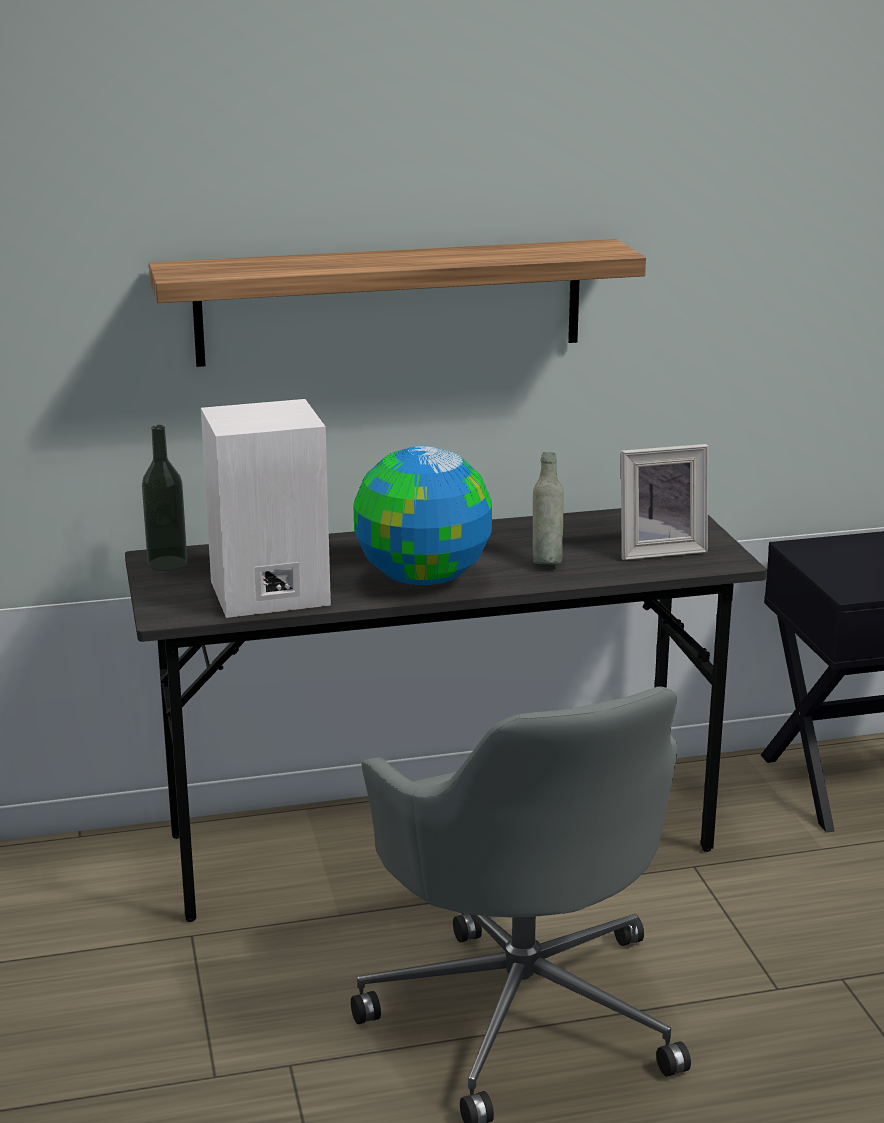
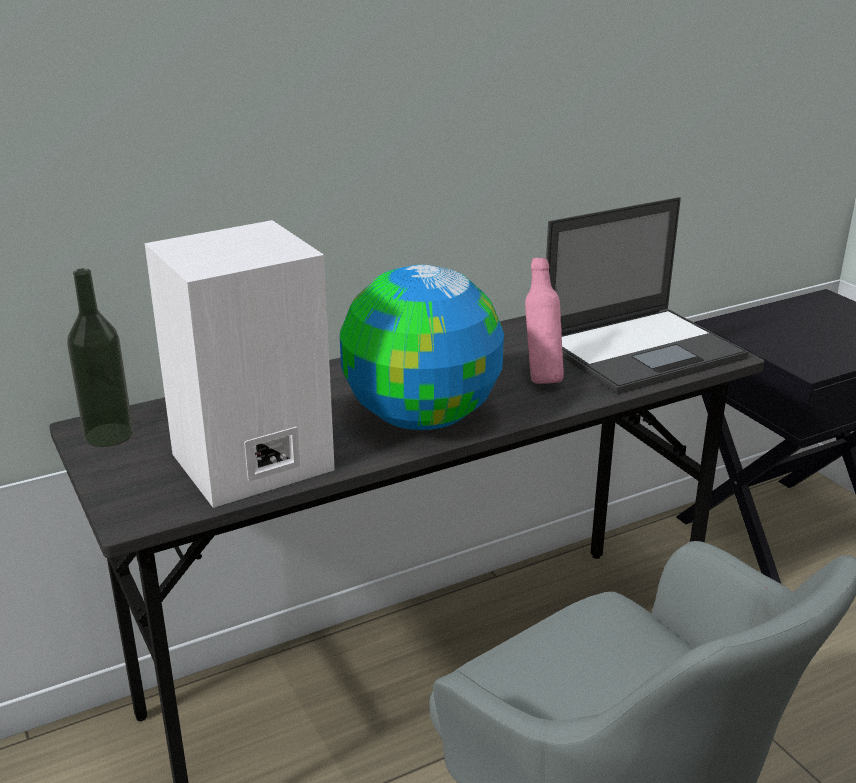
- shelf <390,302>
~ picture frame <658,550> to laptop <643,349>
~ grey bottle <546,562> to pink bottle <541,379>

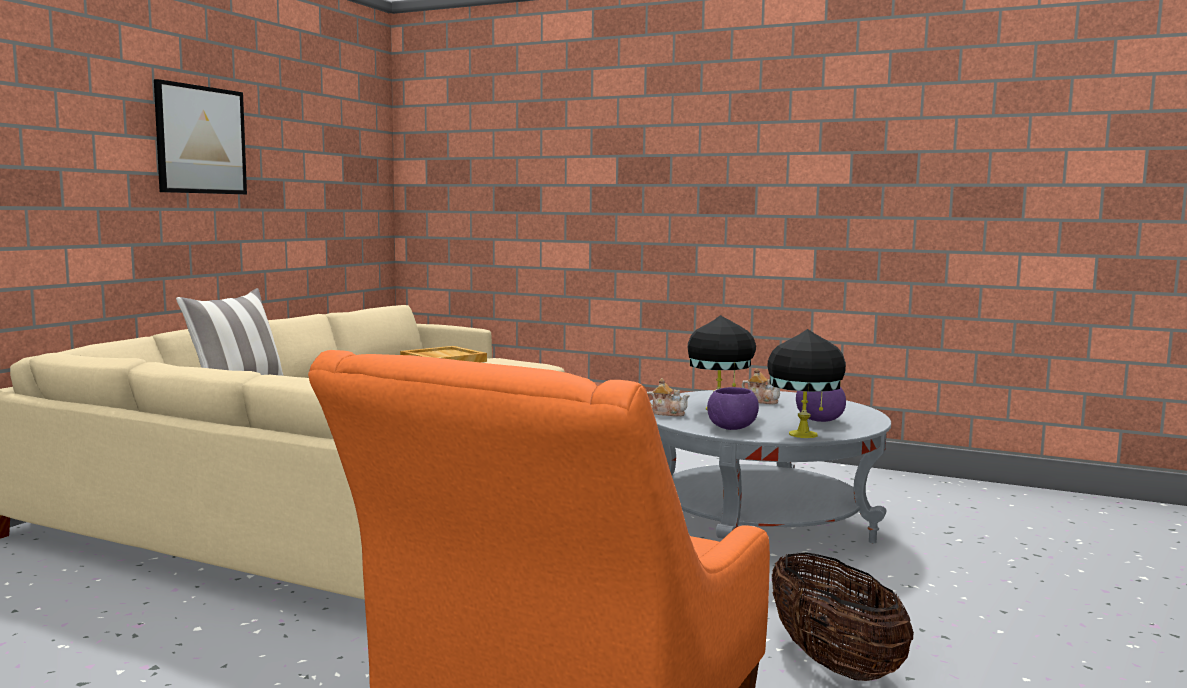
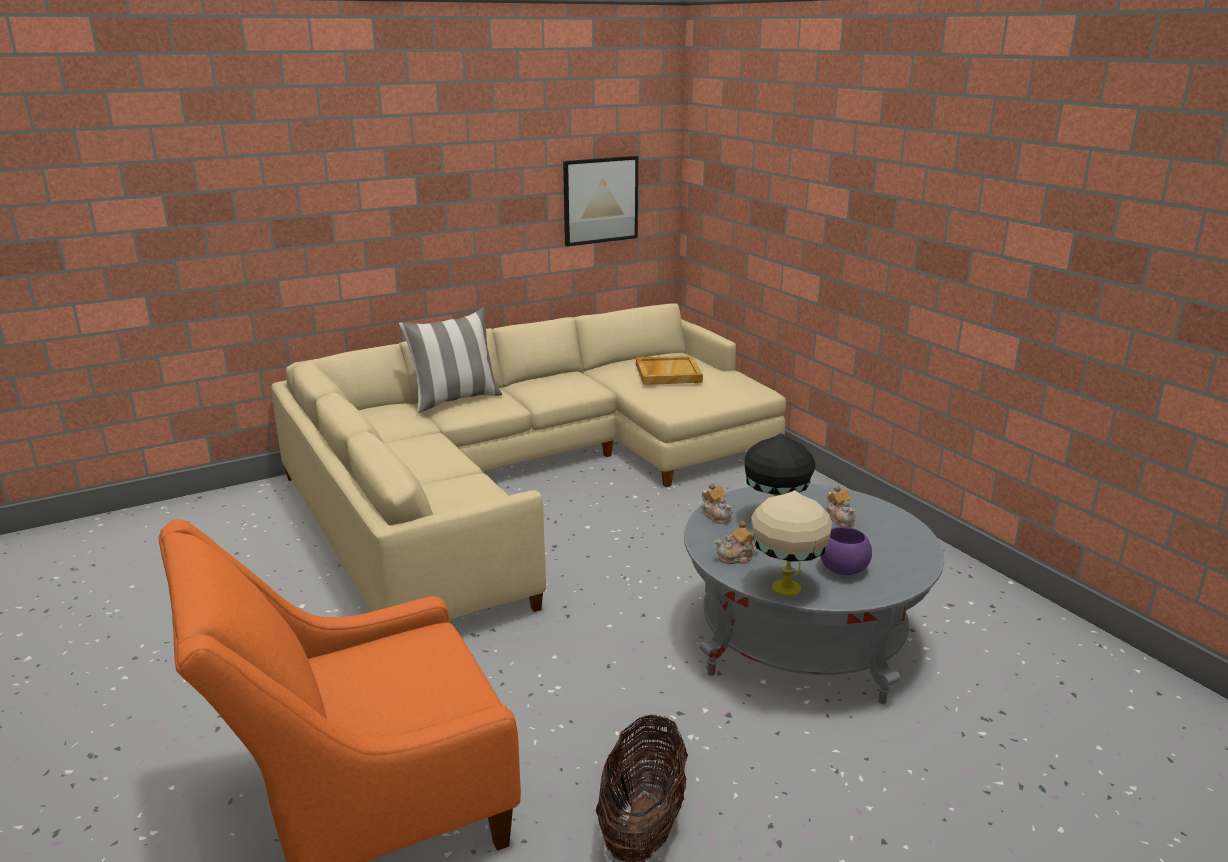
~ picture <200,140> to <600,200>
~ black table lamp <803,435> to beige table lamp <785,589>
~ purple bowl <733,428> to teapot <737,558>

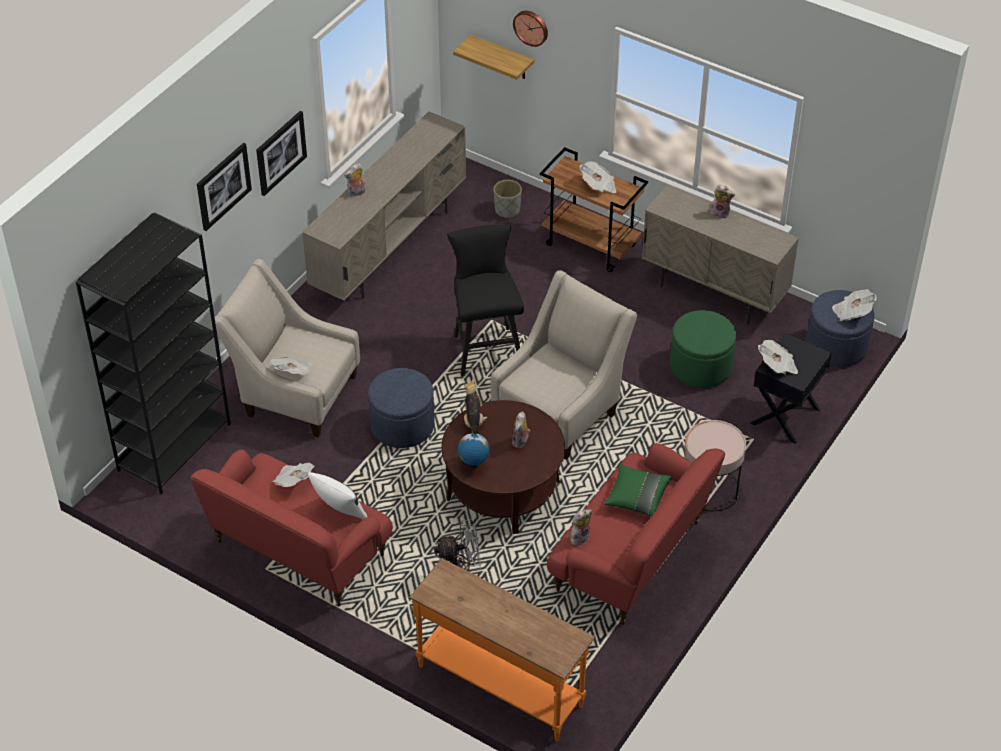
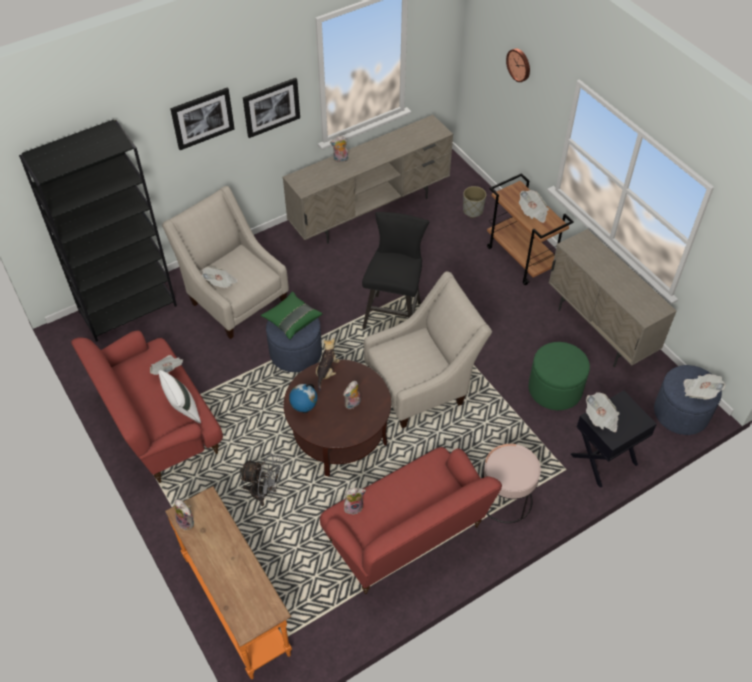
- shelf <502,58>
~ plush toy <720,213> to <187,521>
~ green pillow <637,498> to <292,320>

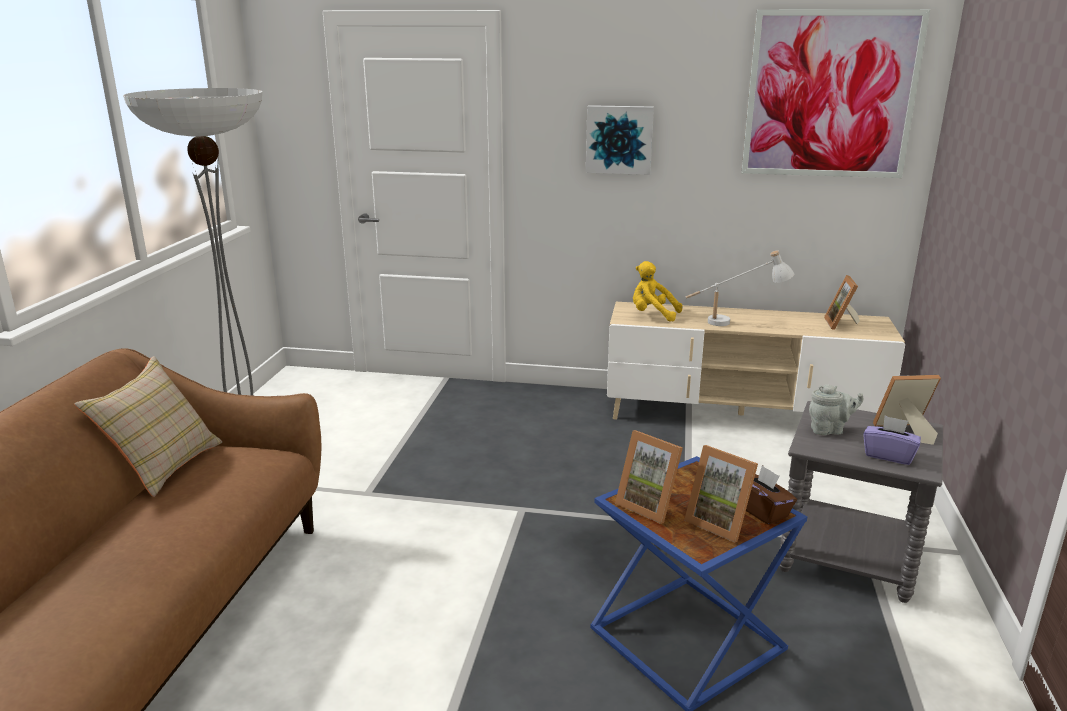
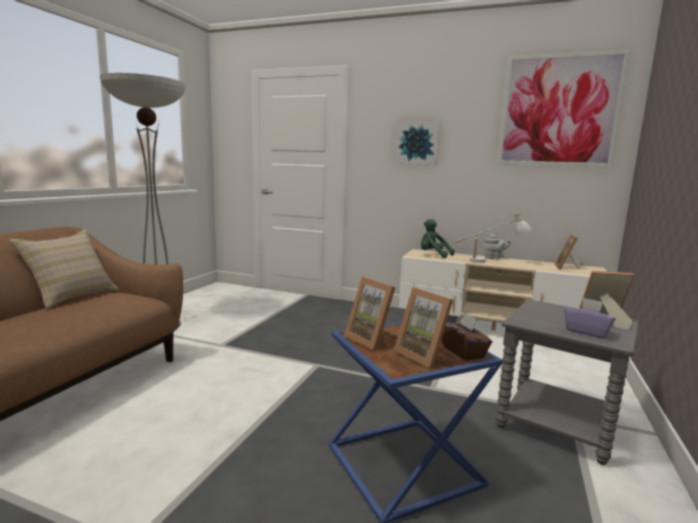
~ yellow plush toy <652,315> to green plush toy <433,255>
~ grey teapot <829,430> to <493,258>

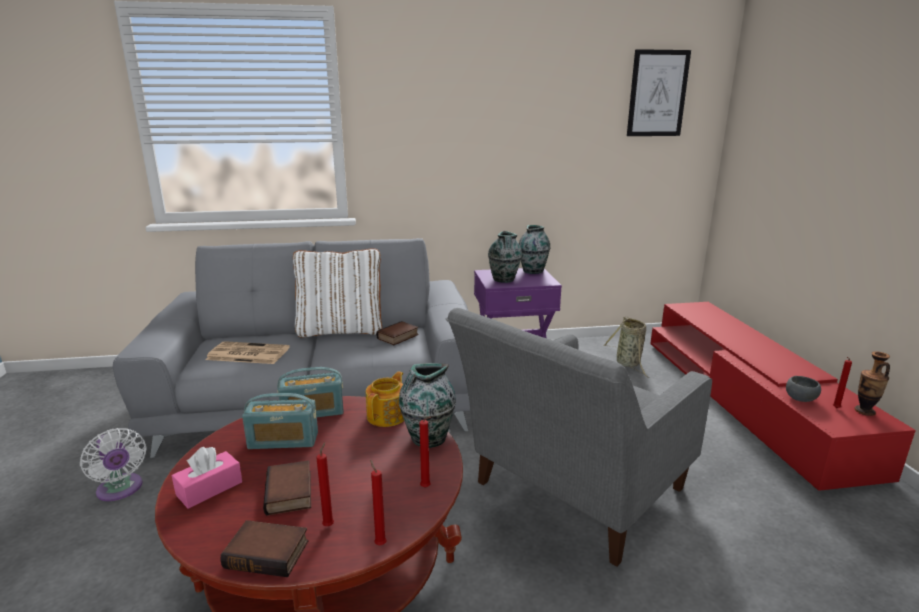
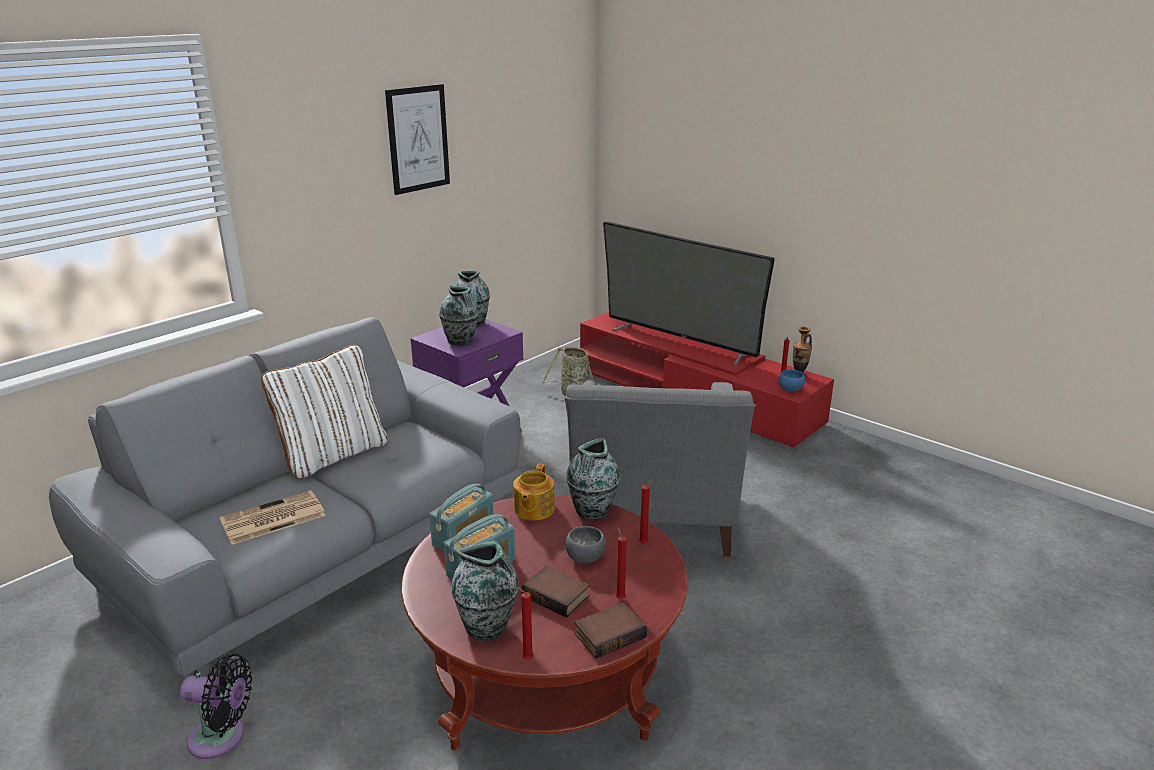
~ picture <657,94> to <418,139>
- book <398,337>
~ teapot <388,415> = <533,509> 150 degrees counterclockwise
~ grey bowl <801,399> to <586,557>
~ white fan <121,490> to black fan <222,738>
~ pink tissue box <209,488> to vase <487,627>
~ red candle <379,543> to <526,658>
+ television <679,341>
+ blue bowl <791,389>

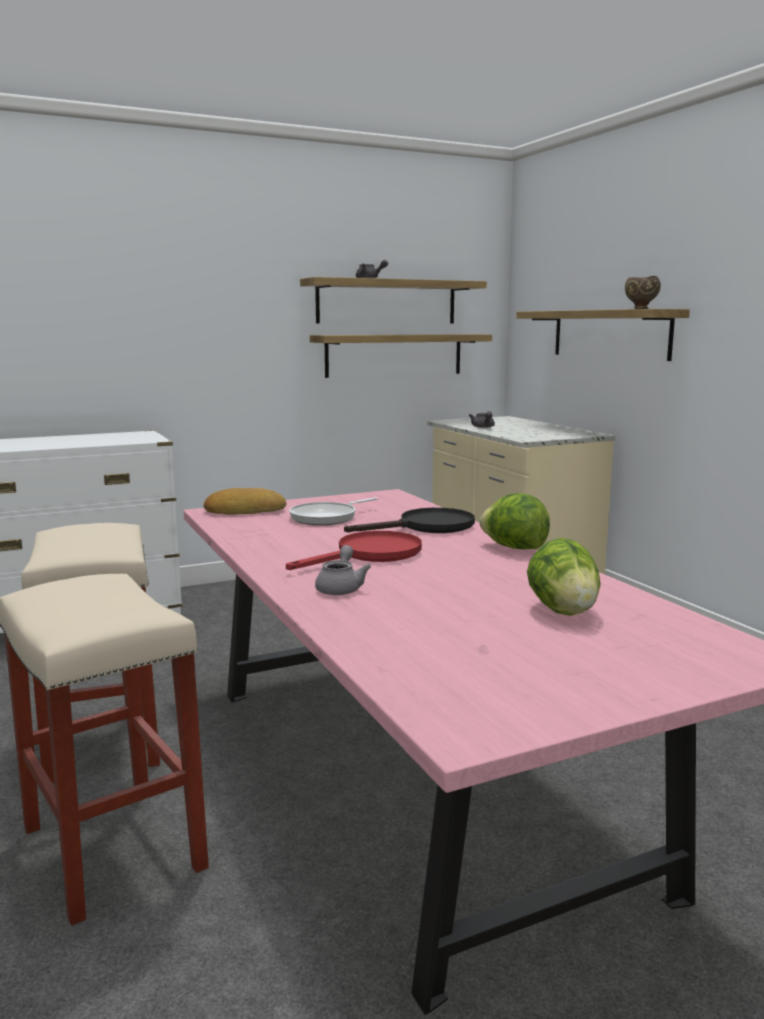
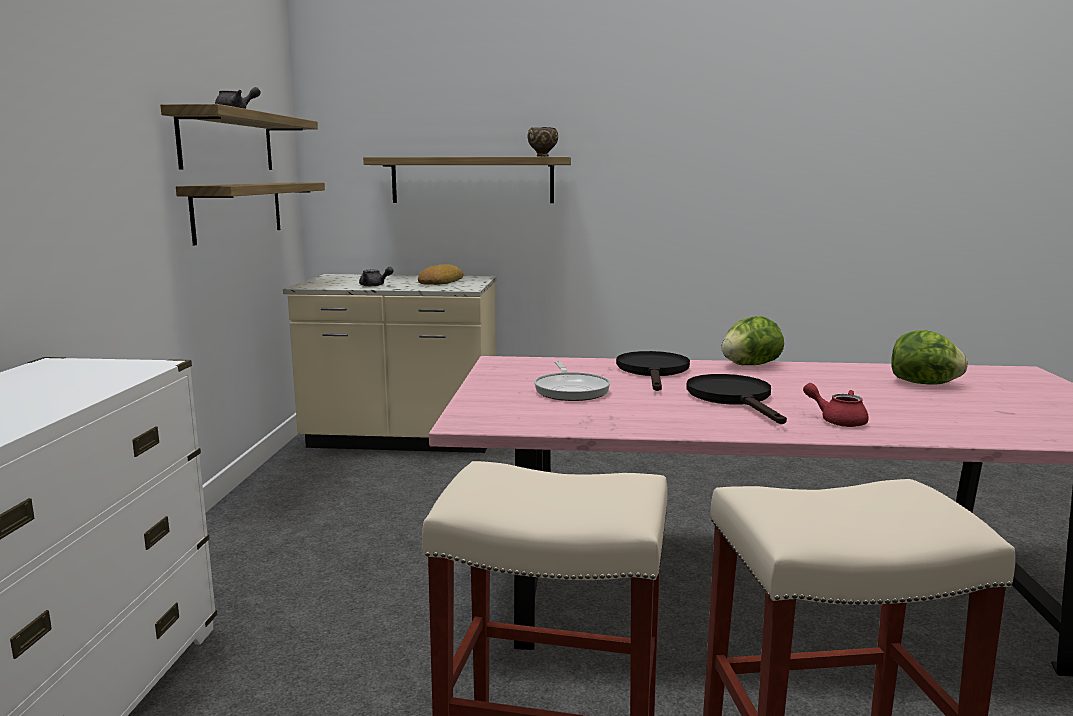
~ bread <244,510> to <439,282>
~ red frying pan <370,555> to black frying pan <734,398>
~ grey teapot <341,588> to red teapot <837,420>

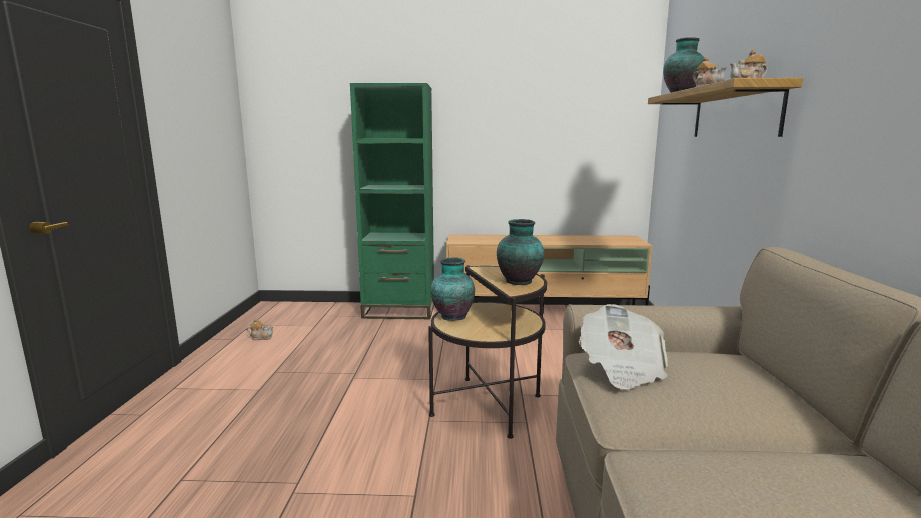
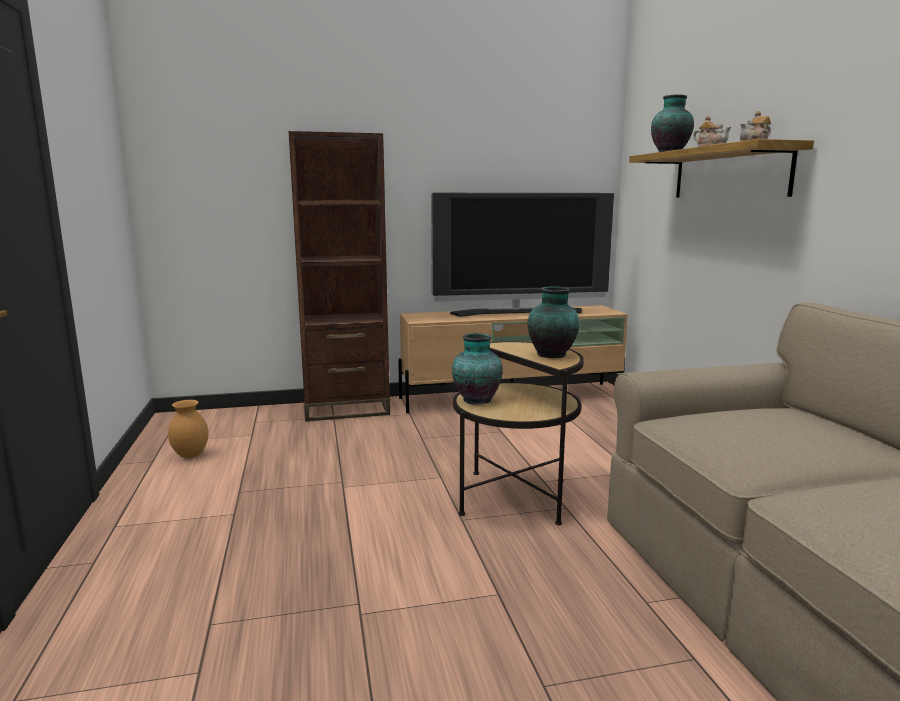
~ green bookcase <399,311> to brown bookcase <346,409>
- newspaper <621,368>
~ teapot <261,337> to brown vase <190,455>
+ television <518,312>

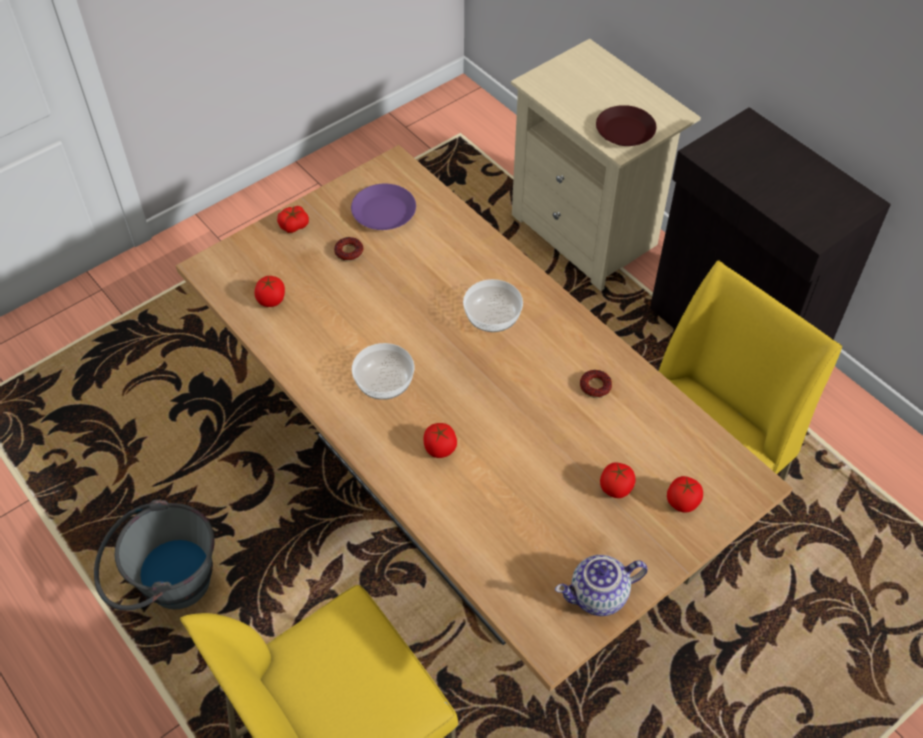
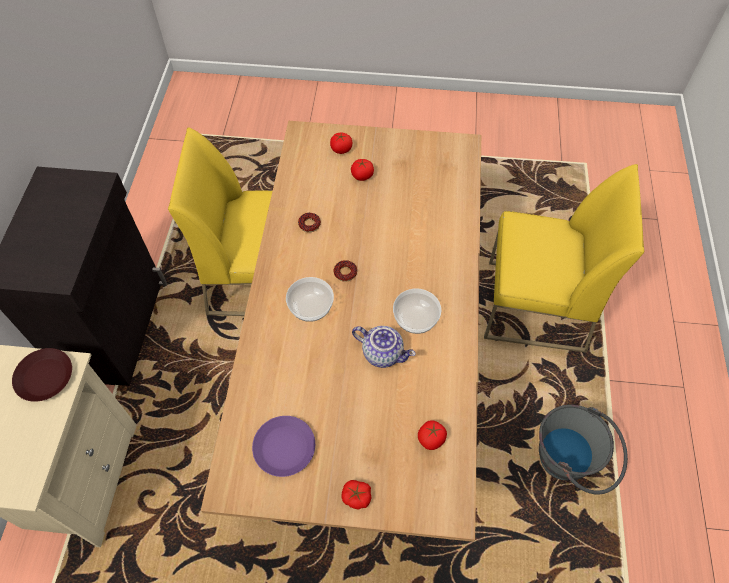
~ donut <349,252> to <345,272>
- tomato <440,448>
~ teapot <598,597> to <383,353>

